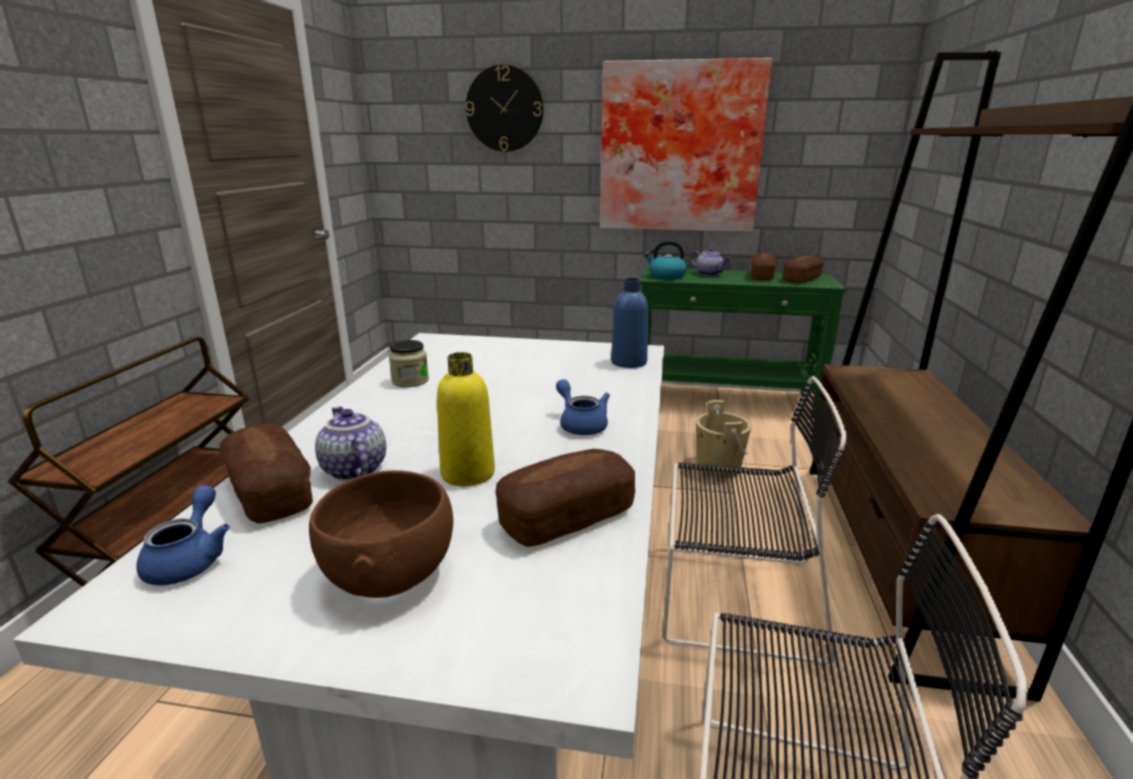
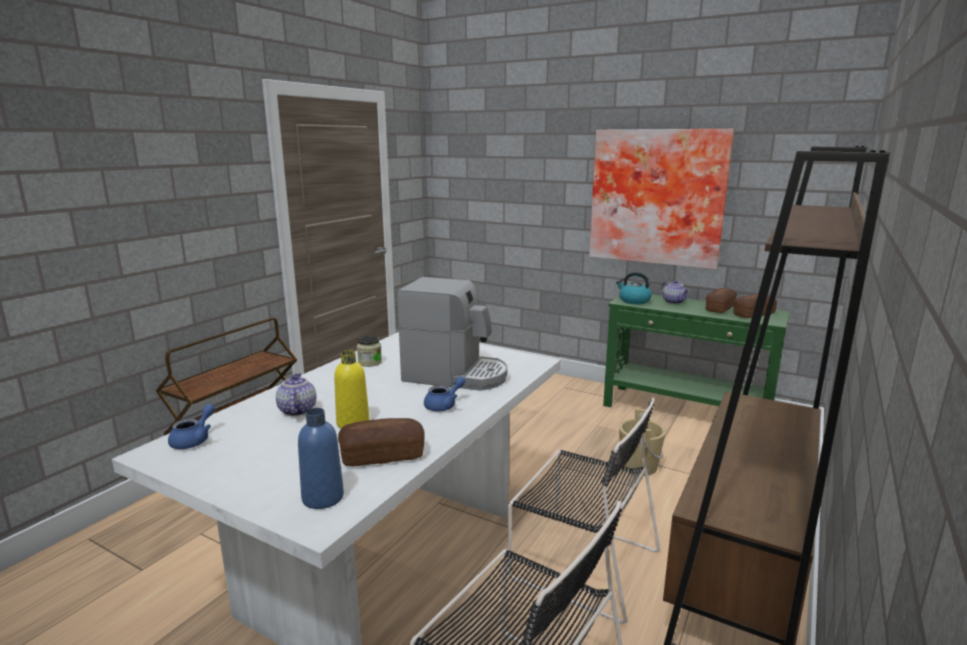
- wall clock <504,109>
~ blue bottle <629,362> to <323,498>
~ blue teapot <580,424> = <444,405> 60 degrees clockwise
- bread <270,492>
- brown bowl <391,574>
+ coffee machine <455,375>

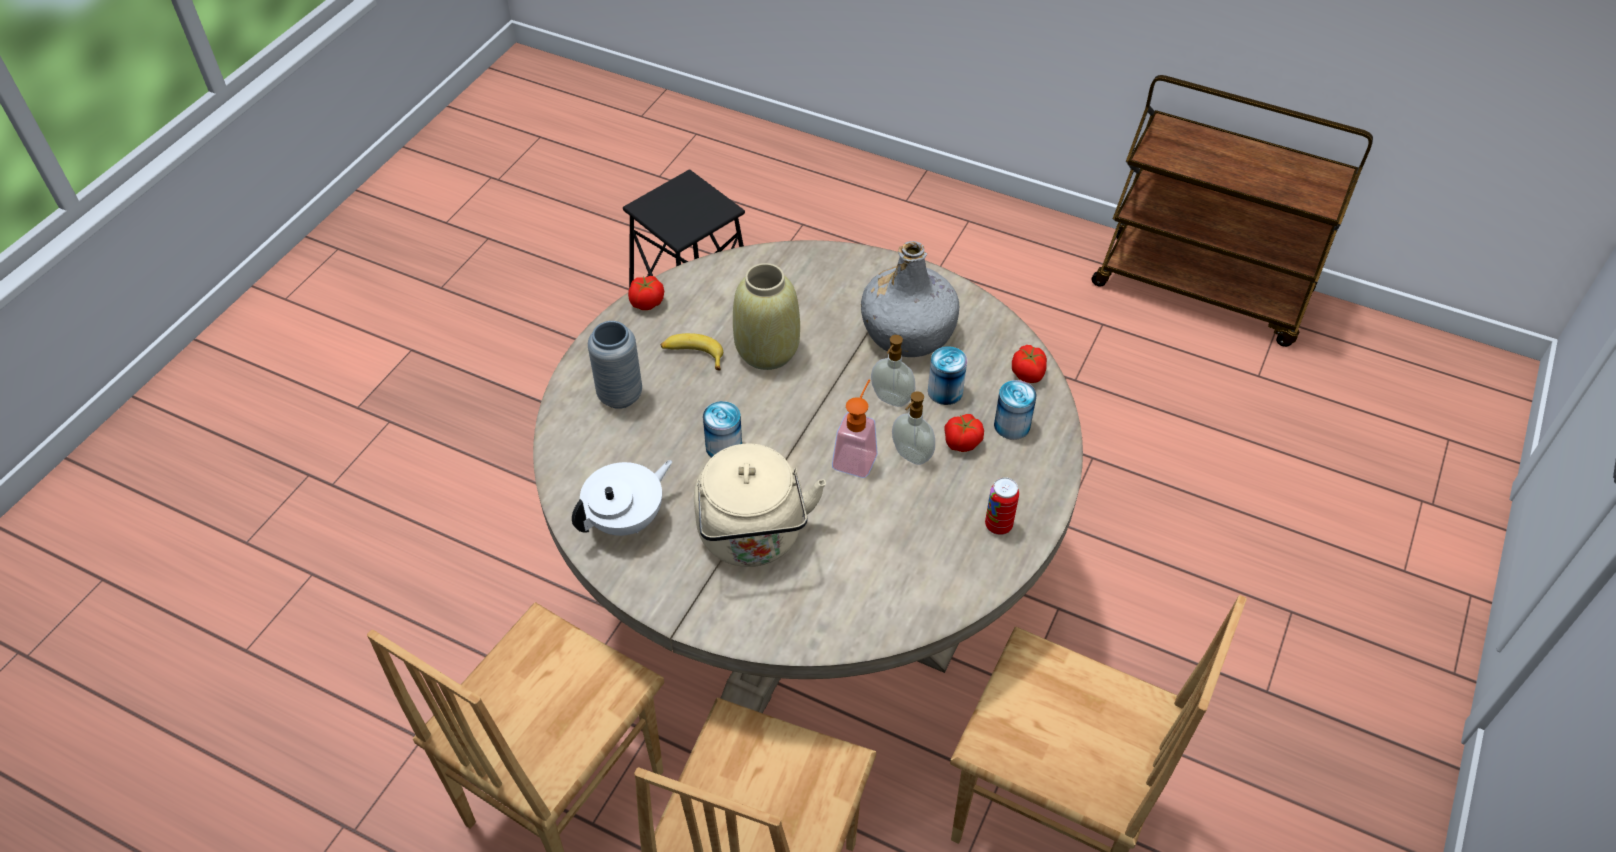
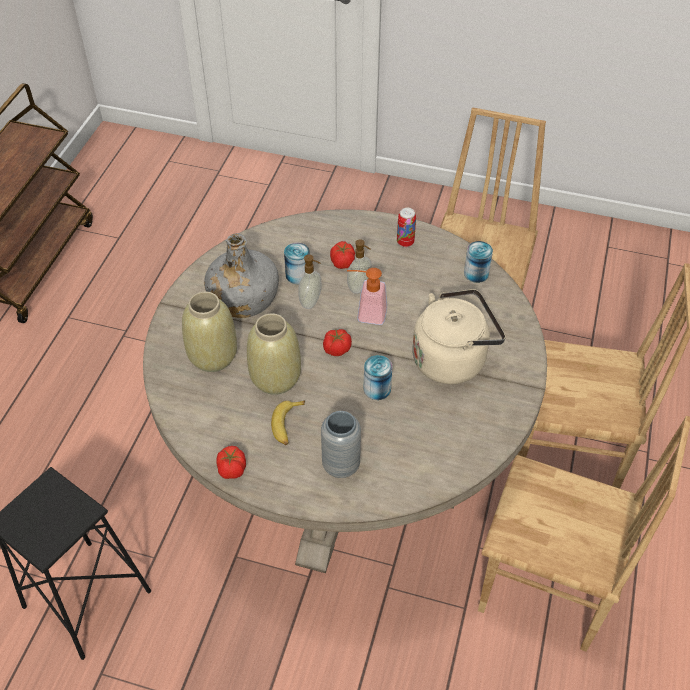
~ tomato <1027,374> to <336,349>
~ can <1012,425> to <476,273>
- white teapot <627,519>
+ beige vase <212,356>

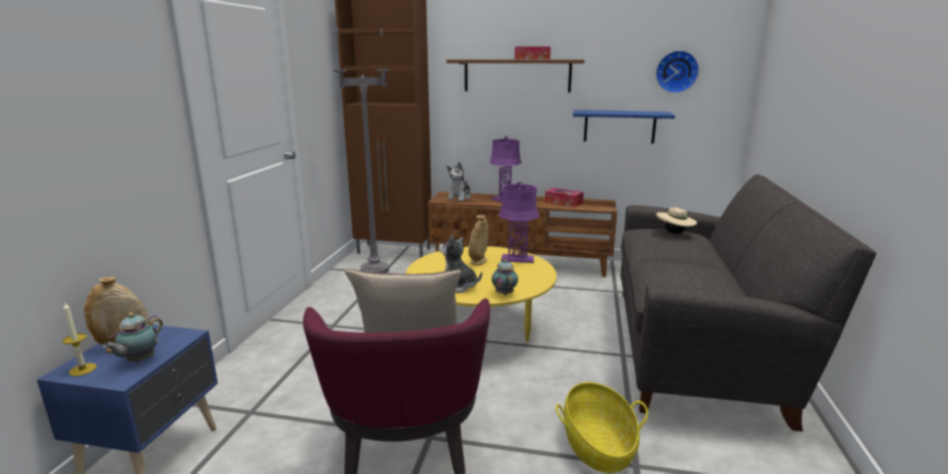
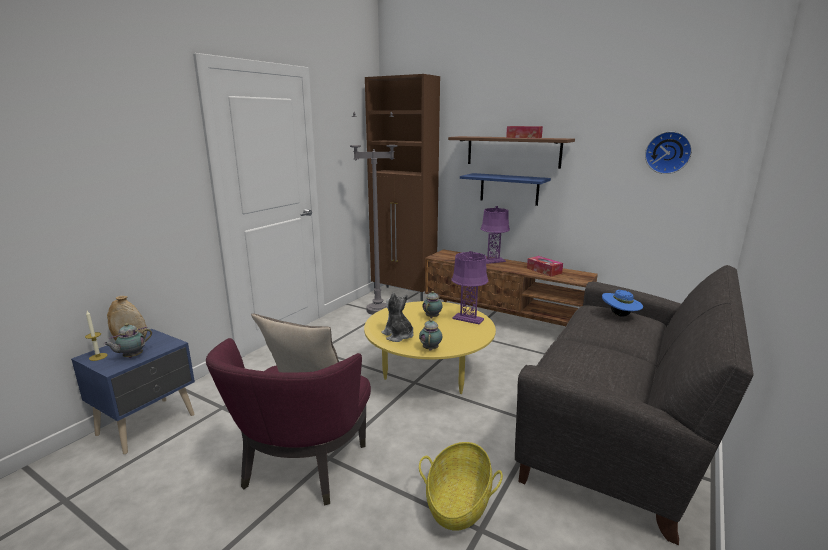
~ blue shelf <619,126> to <509,189>
- plush toy <459,197>
~ beige hat <674,233> to blue hat <620,315>
~ beige vase <478,262> to teapot <432,317>

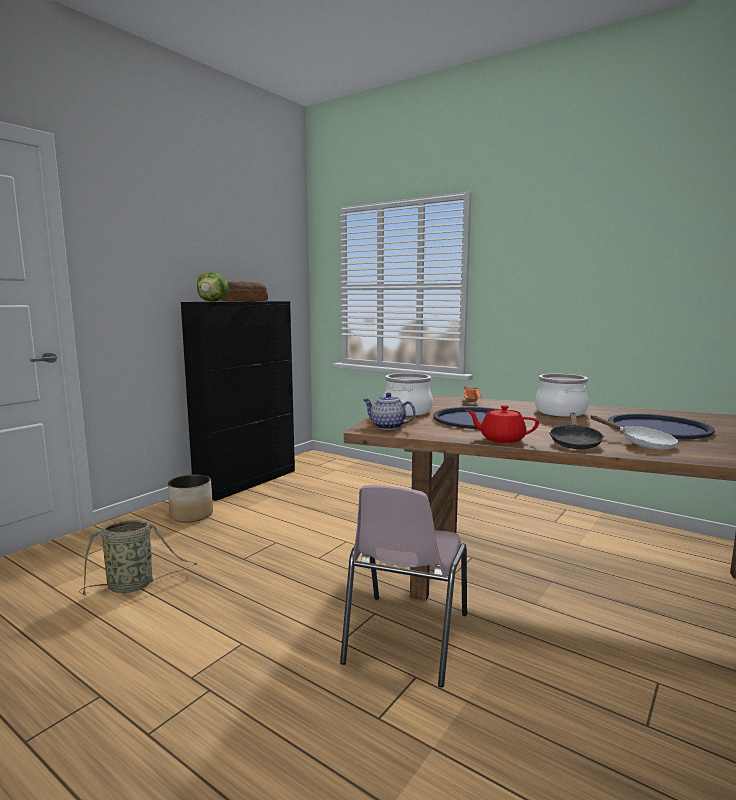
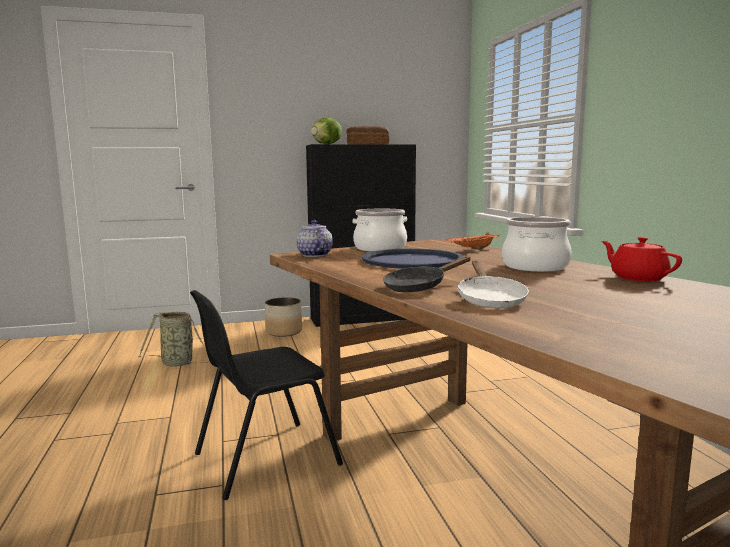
~ red teapot <501,439> to <637,278>
- blue tray <659,428>
~ pink chair <404,638> to black chair <264,459>

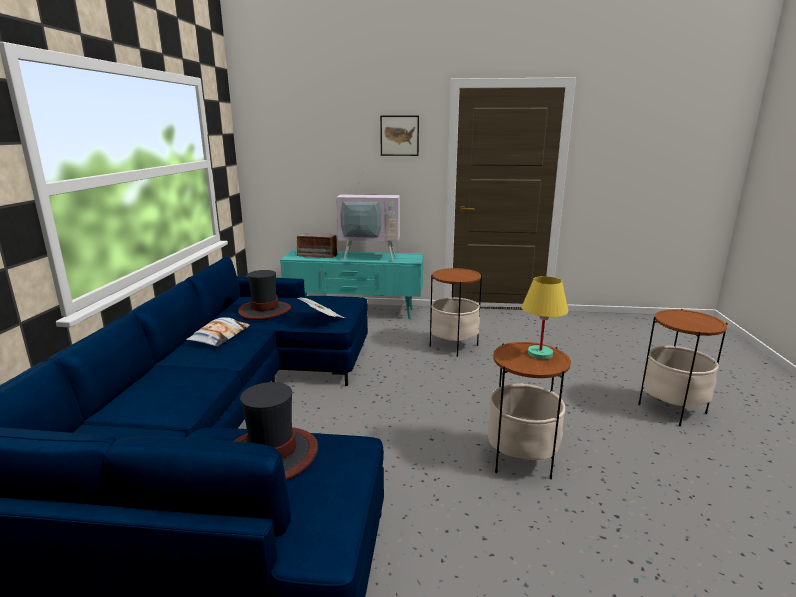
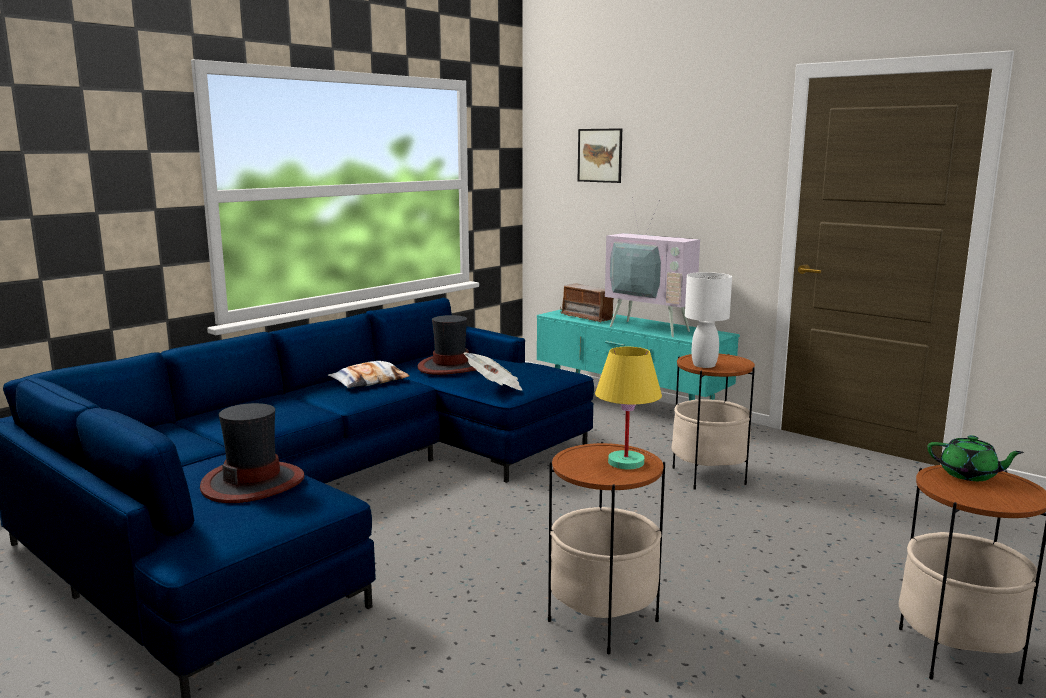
~ picture <399,135> to <600,155>
+ white table lamp <704,365>
+ green teapot <969,475>

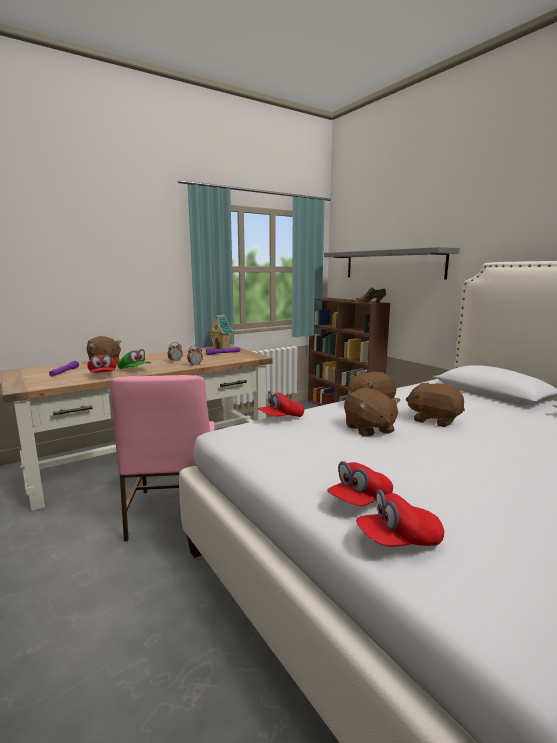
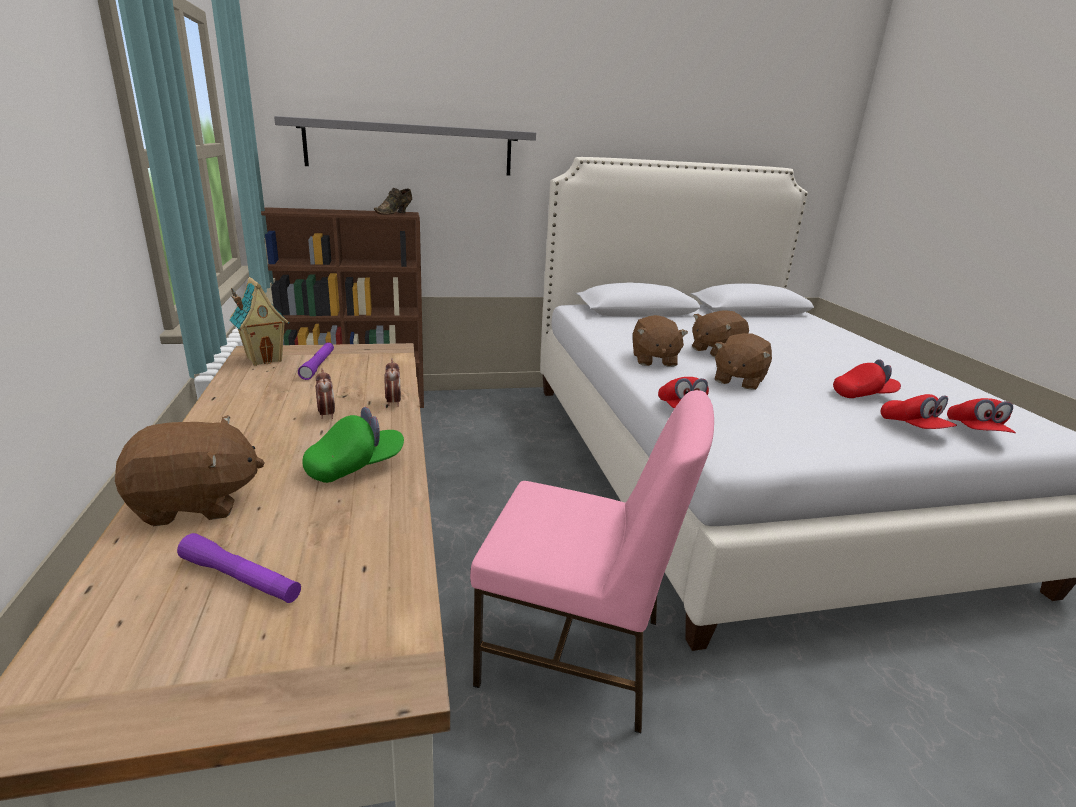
~ red cap <103,375> to <863,395>
~ brown plush toy <369,429> = <738,380> 120 degrees clockwise

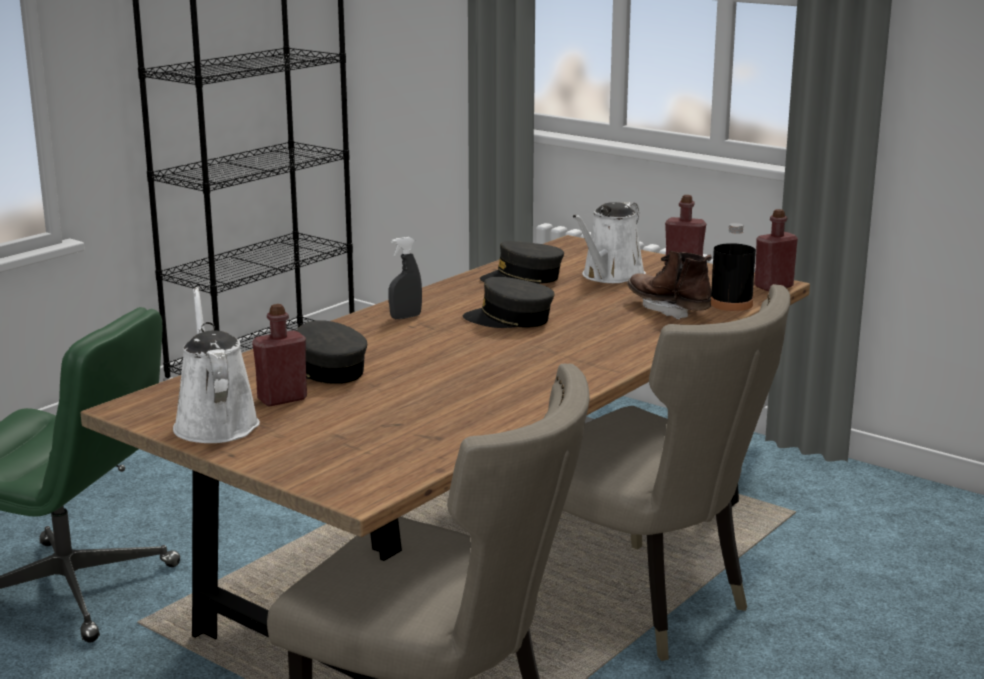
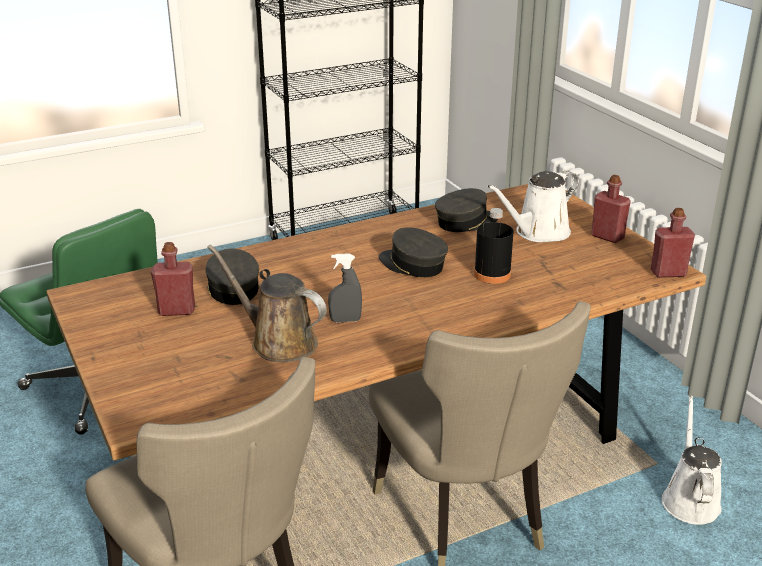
~ black bottle <731,304> to <492,274>
~ grey spray bottle <405,317> to <345,320>
~ grey cap <523,279> = <465,222> 135 degrees clockwise
- brown boot <668,309>
~ white watering can <215,423> to <689,499>
+ brown watering can <278,342>

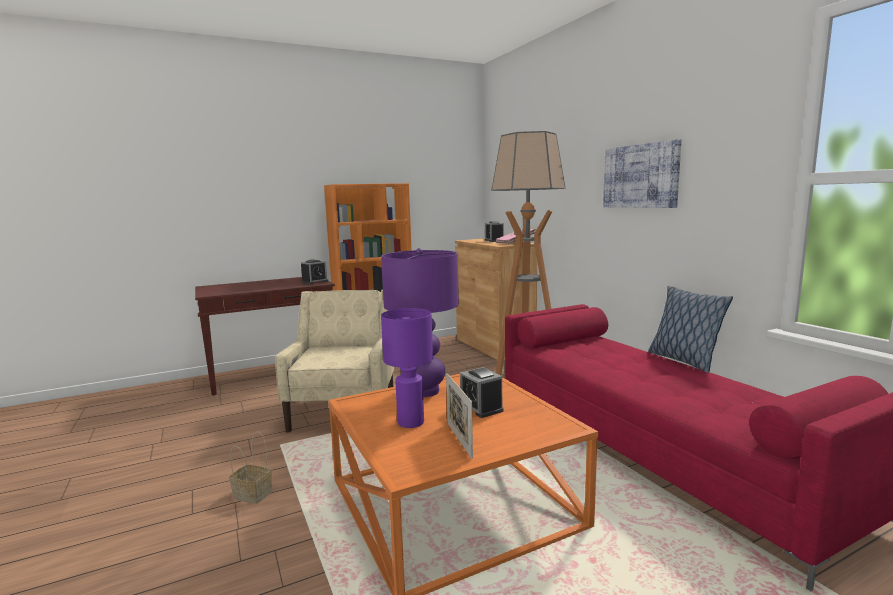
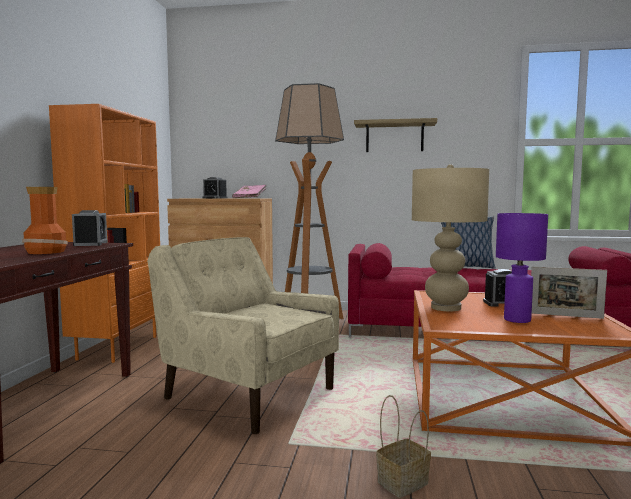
~ picture <640,176> to shelf <394,137>
~ purple table lamp <424,391> to beige table lamp <446,308>
+ vase <45,252>

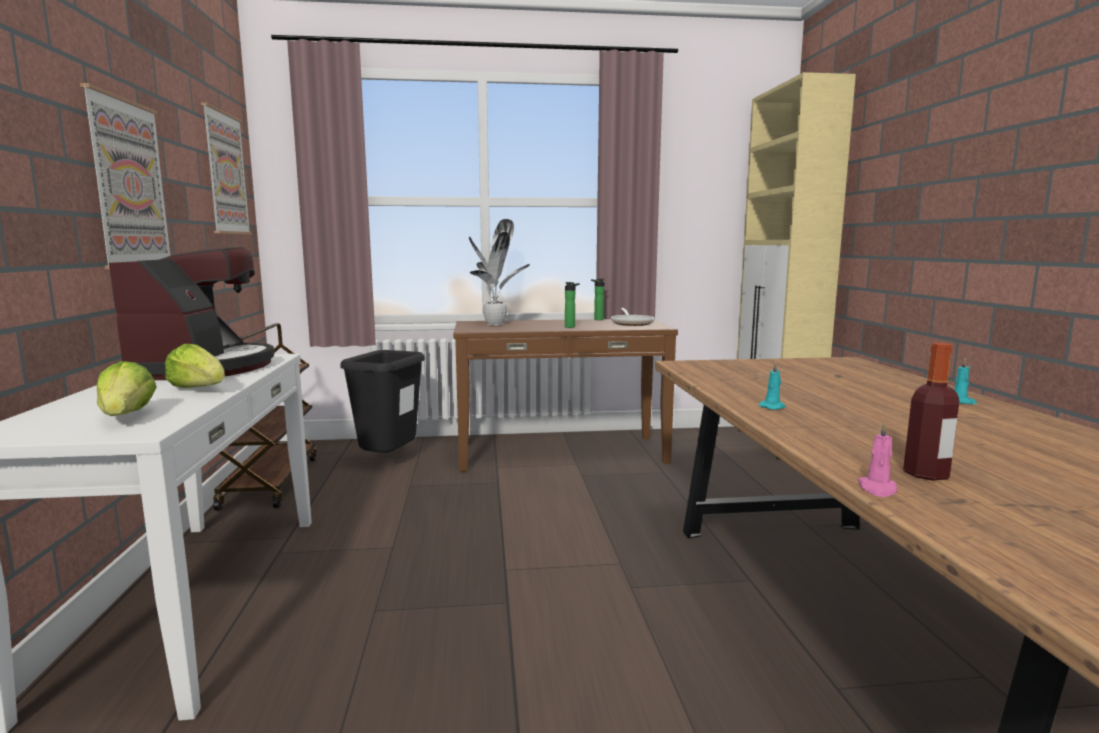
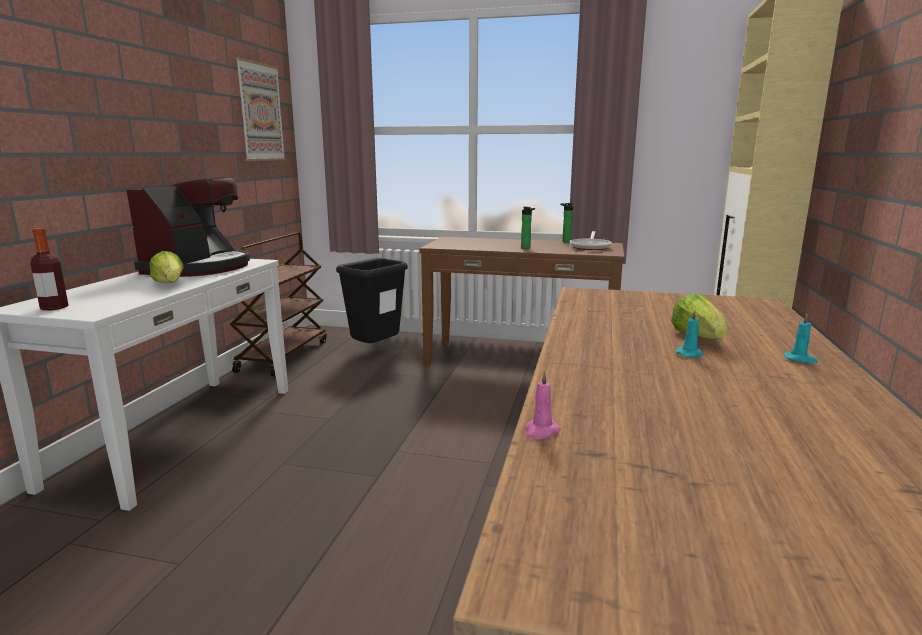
- picture <128,184>
- potted plant <496,324>
~ bottle <926,474> to <54,307>
~ lettuce <126,417> to <698,337>
~ turquoise candle <773,407> to <690,354>

